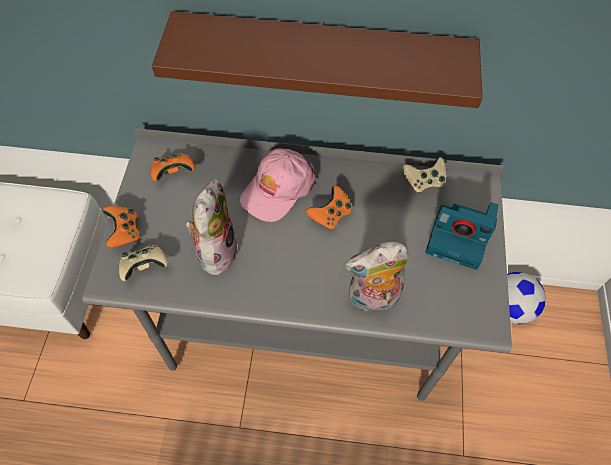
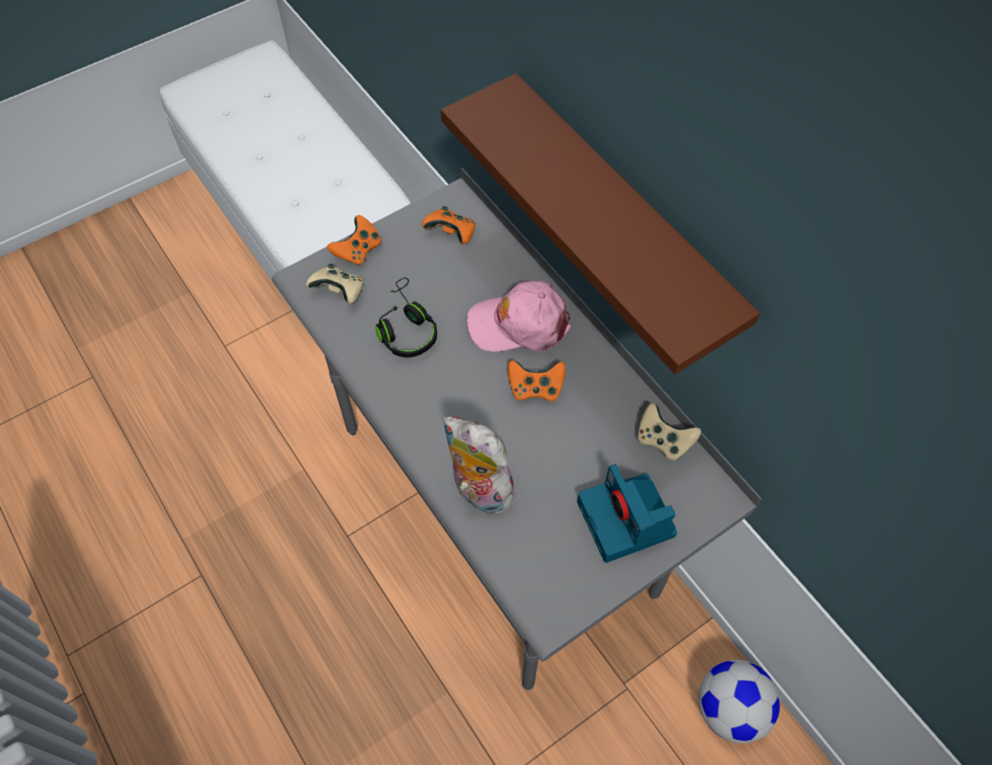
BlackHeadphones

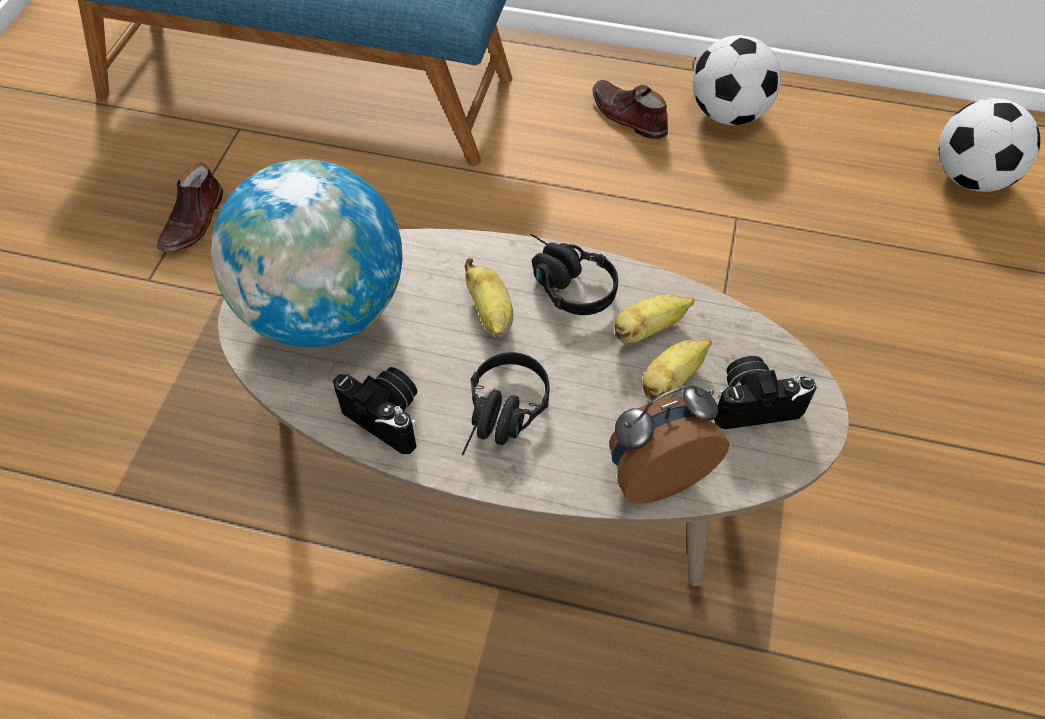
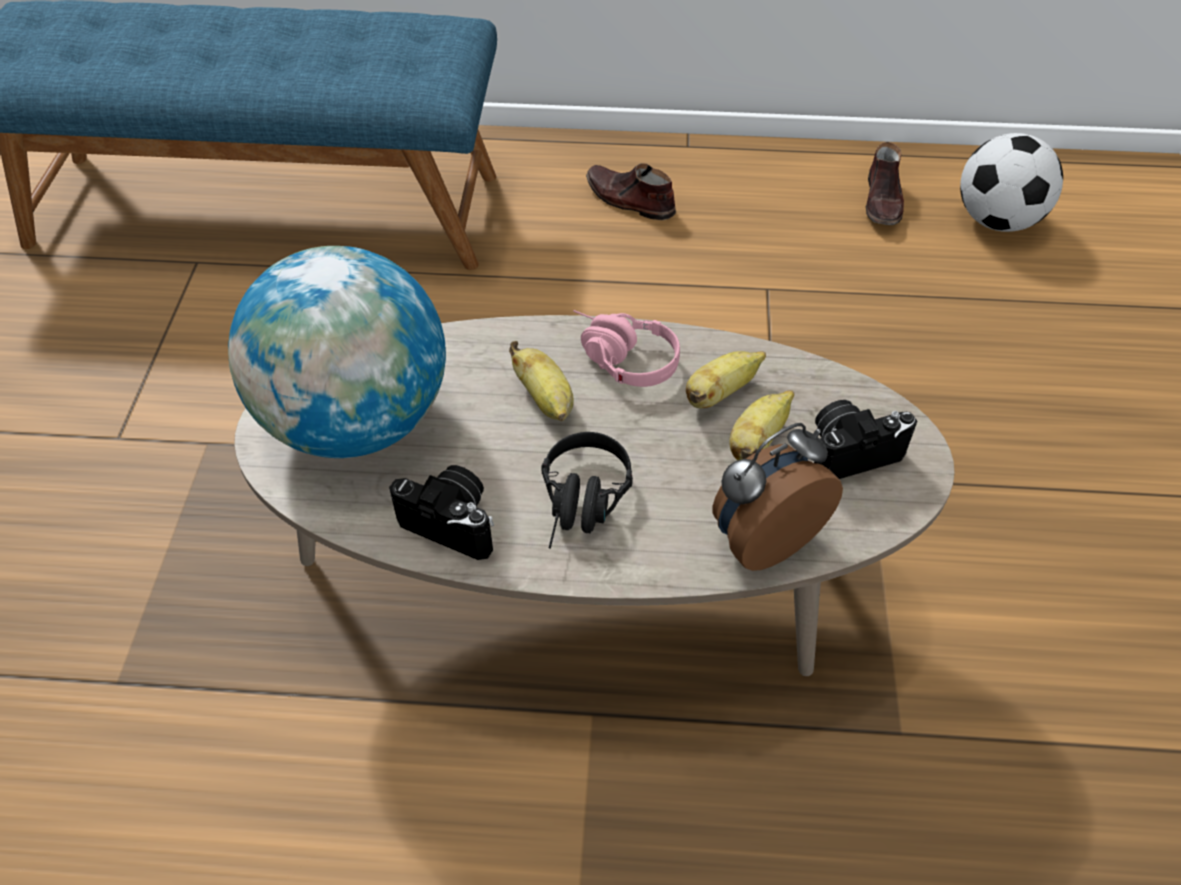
Football (no. 1 from left in the first image)
BrownShoe (no. 2 from left)
PinkHeadphones

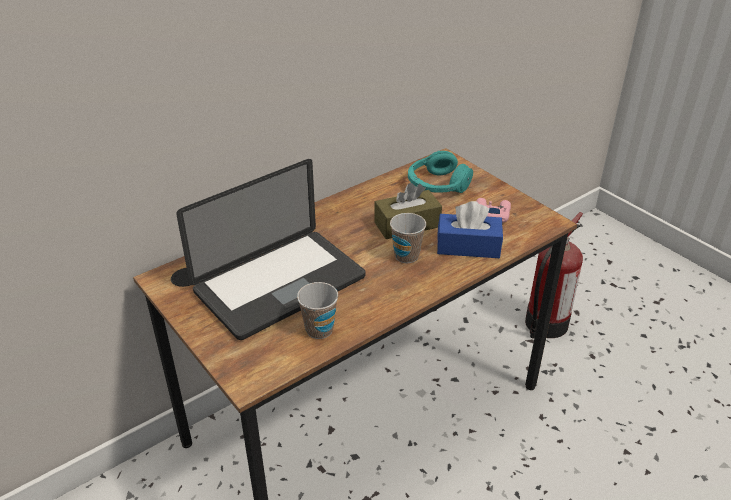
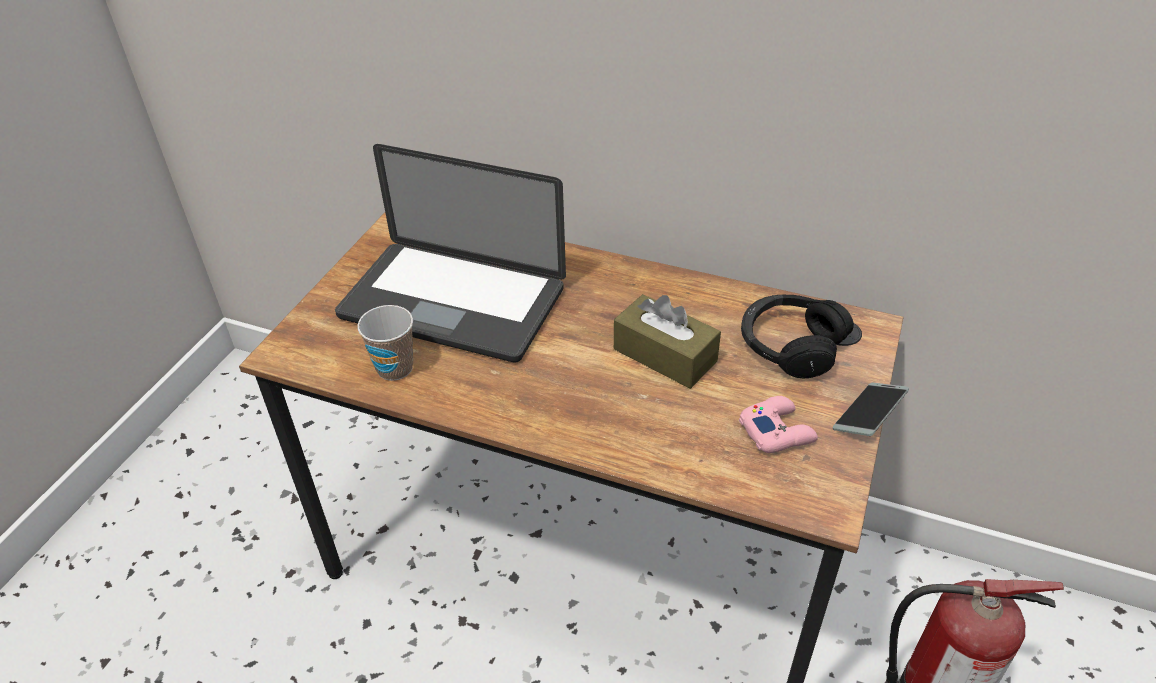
BlackHeadphones
BlueTissueBox
Cup (no. 2 from left in the first image)
Phone

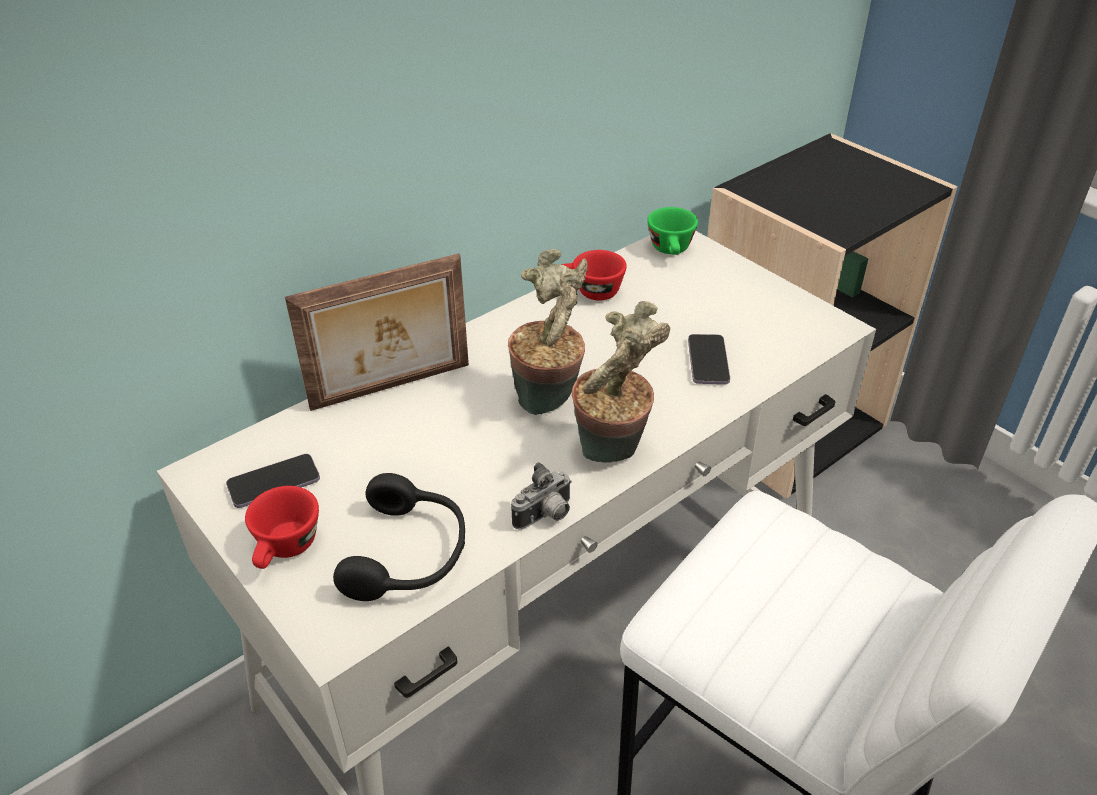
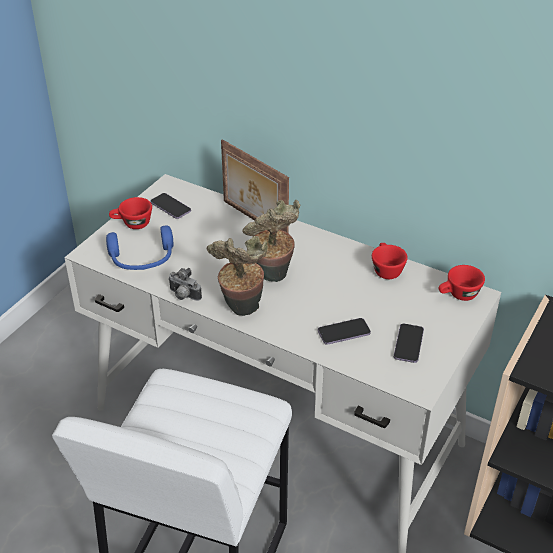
RedCup (no. 3 from left)
BlueHeadphones
Phone (no. 3 from left)

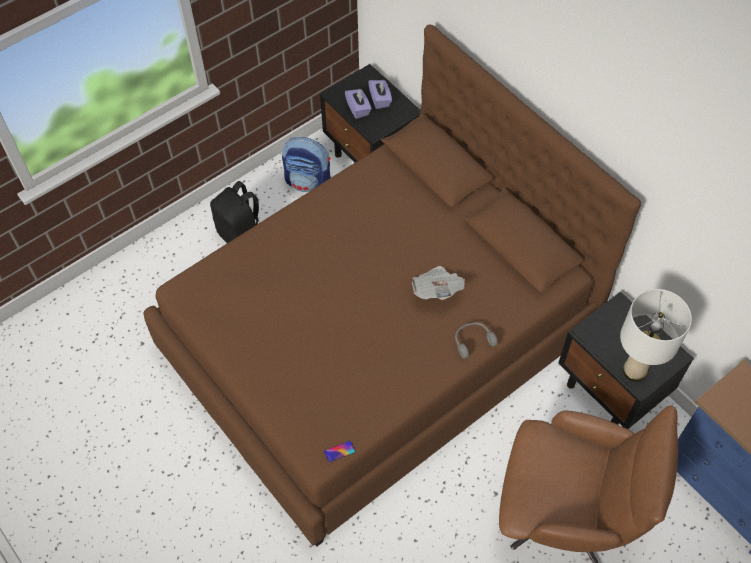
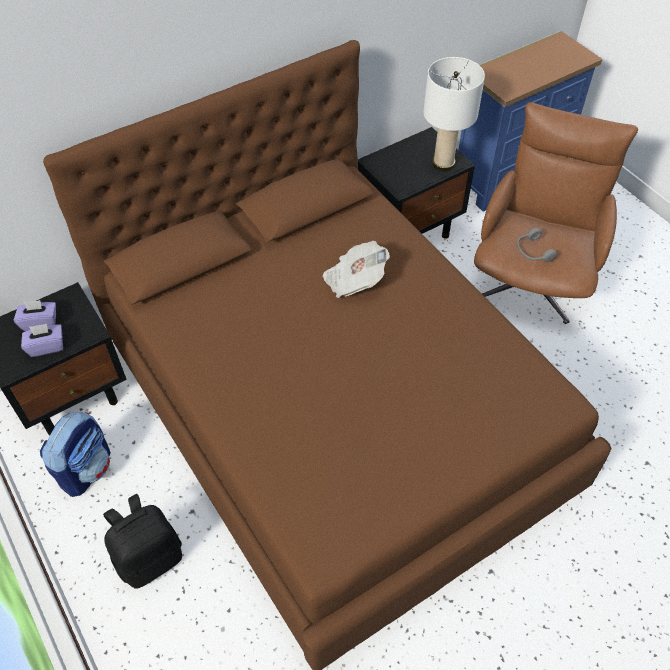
GreyHeadphones
Phone

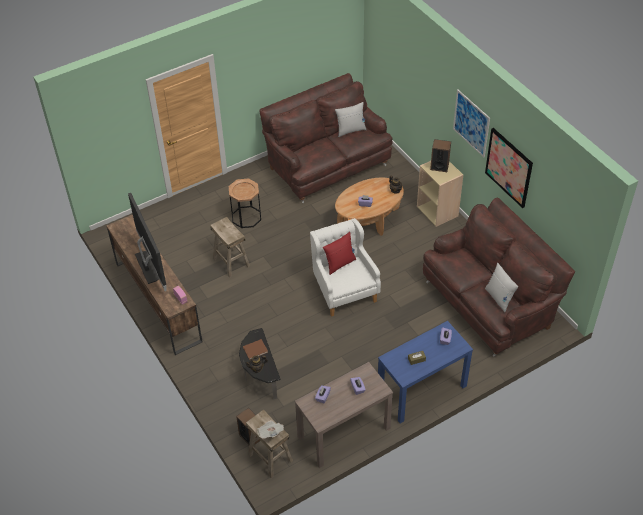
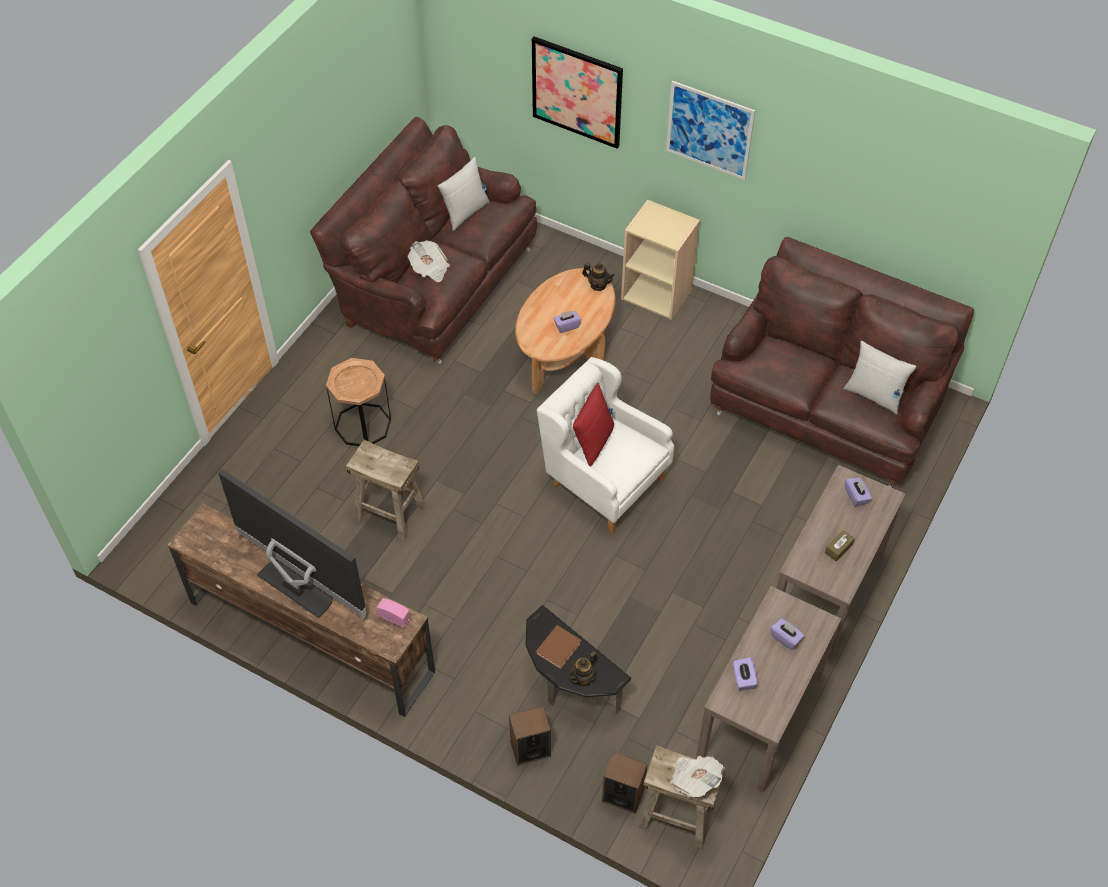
Picture (no. 1 from left)
Speaker (no. 1 from left)
BrownConsoleTable (no. 2 from left)
Newspaper (no. 1 from left)

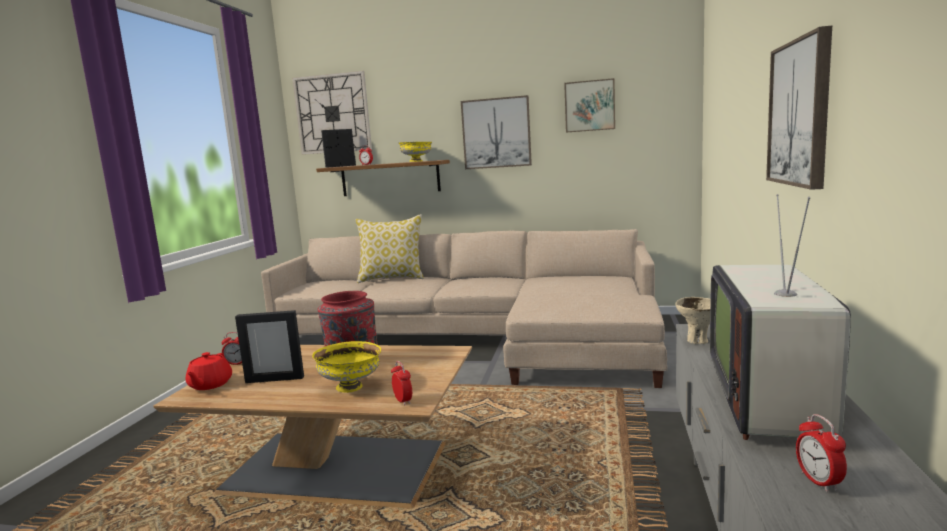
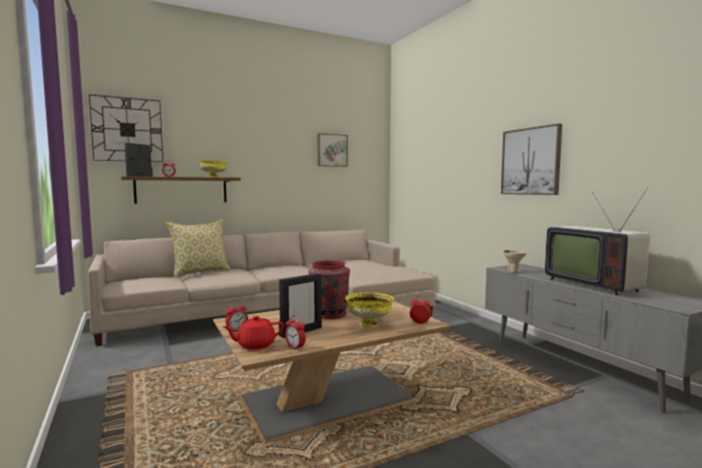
Picture (no. 1 from left in the first image)
RedTeapot
AlarmClock (no. 3 from left)

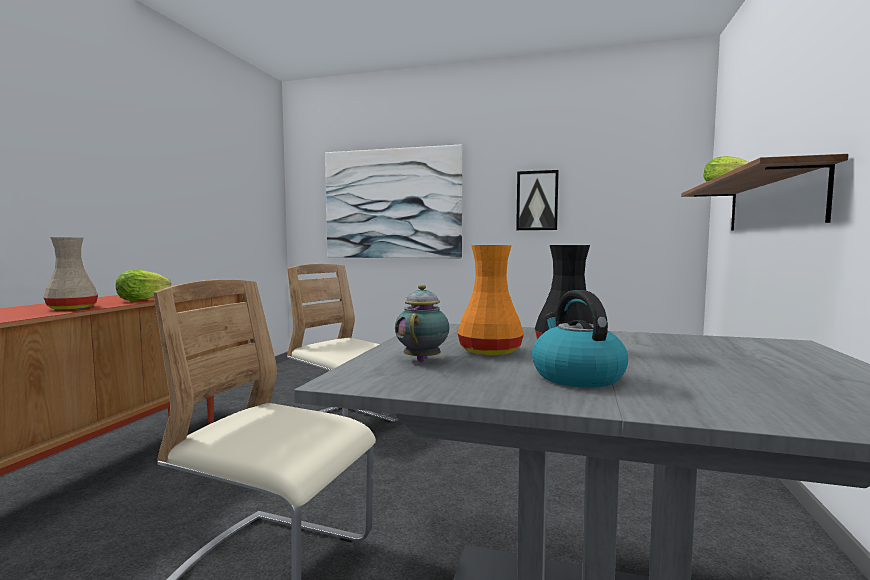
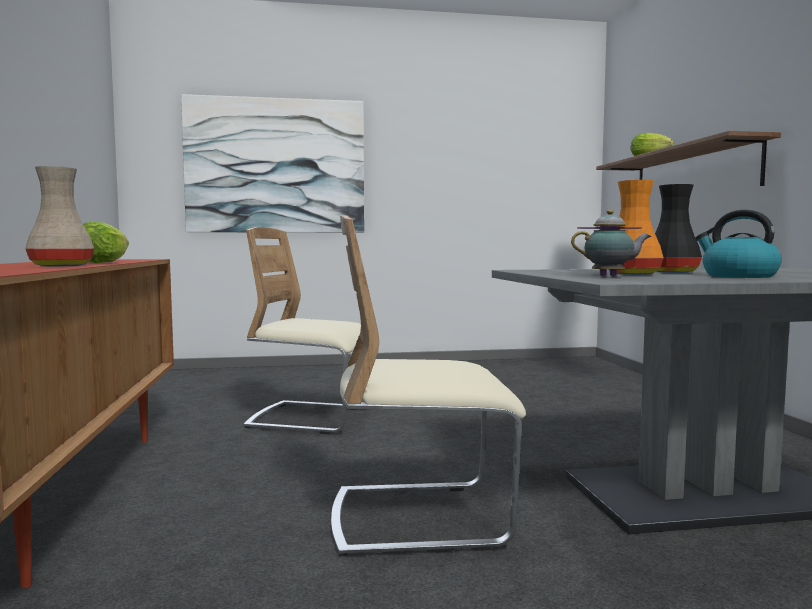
Picture (no. 2 from left in the first image)
Teapot

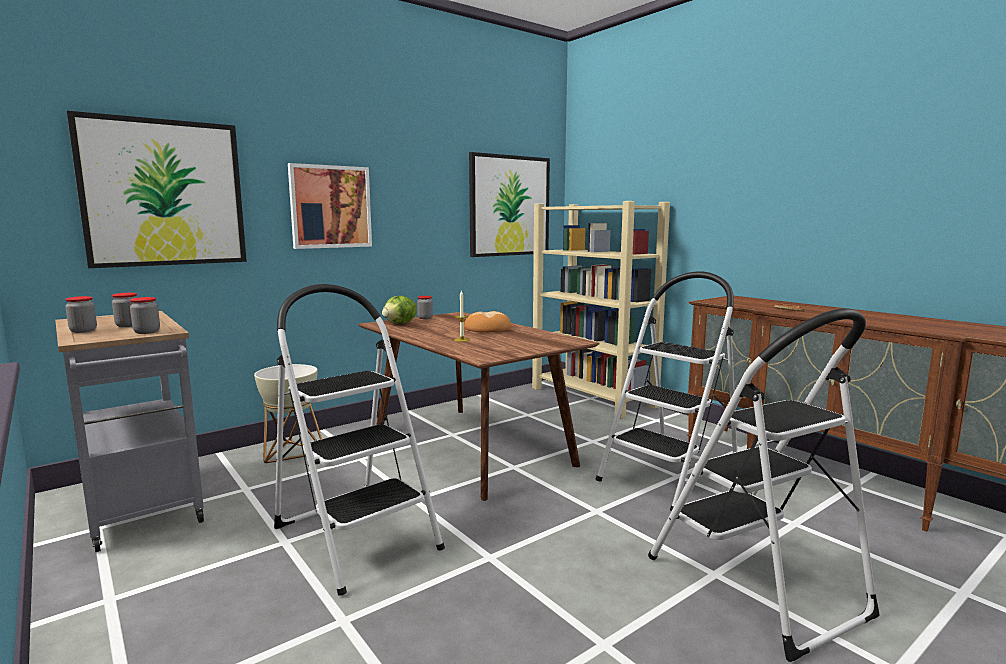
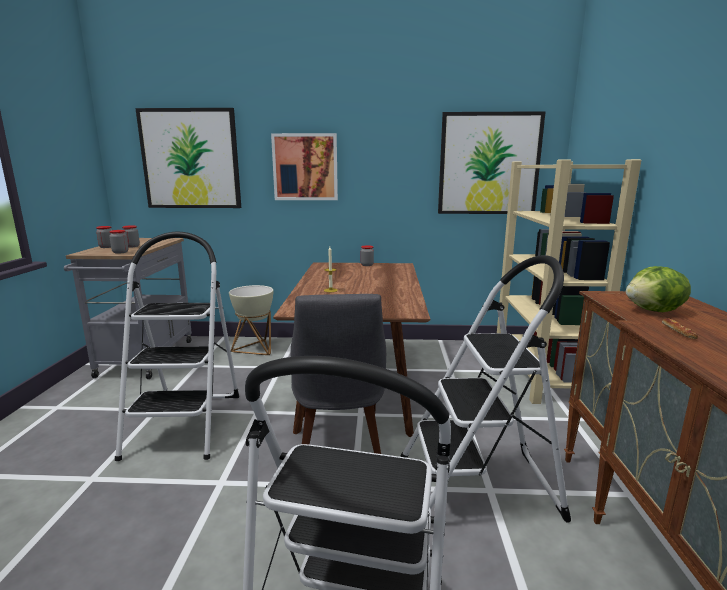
Lettuce
Bread (no. 1 from left in the first image)
GreyChair

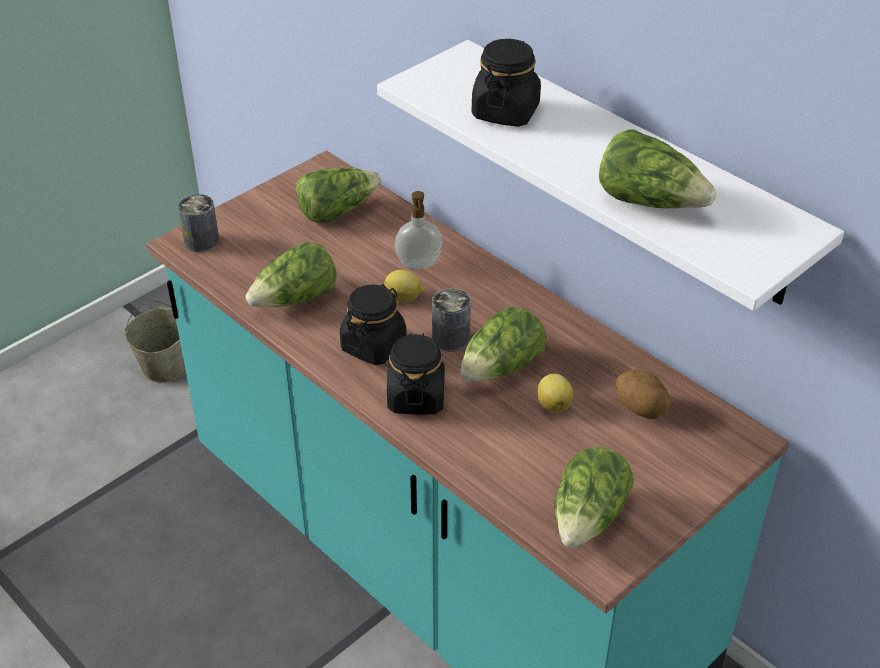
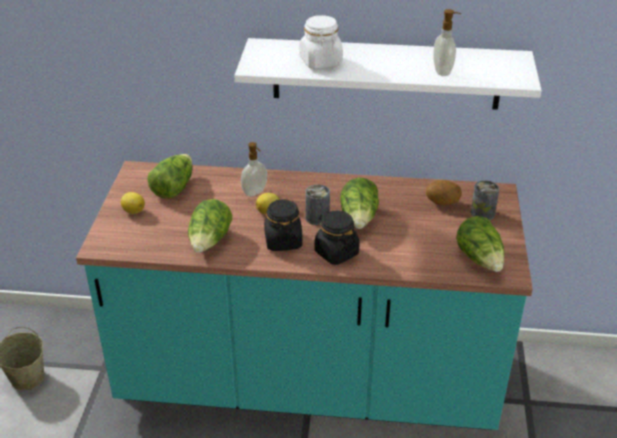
WhiteJar
SoapDispenser (no. 2 from left)
Can (no. 2 from left)
Lemon (no. 1 from left)

